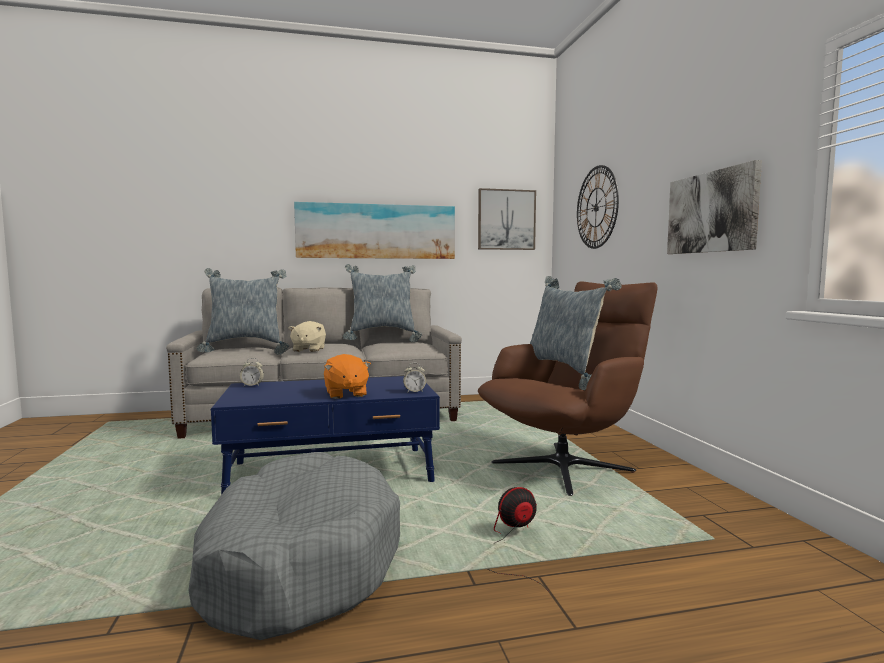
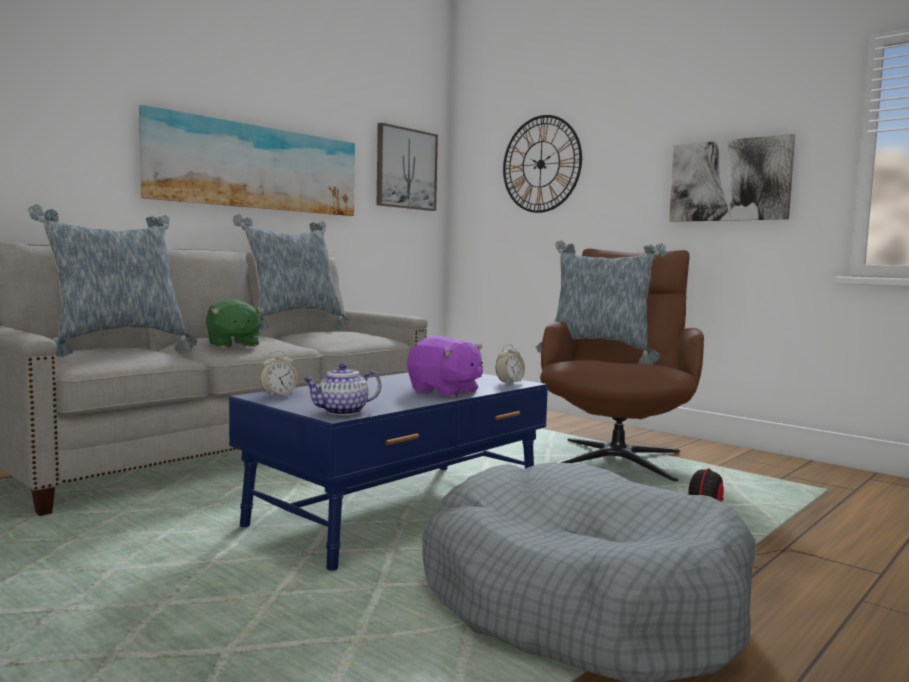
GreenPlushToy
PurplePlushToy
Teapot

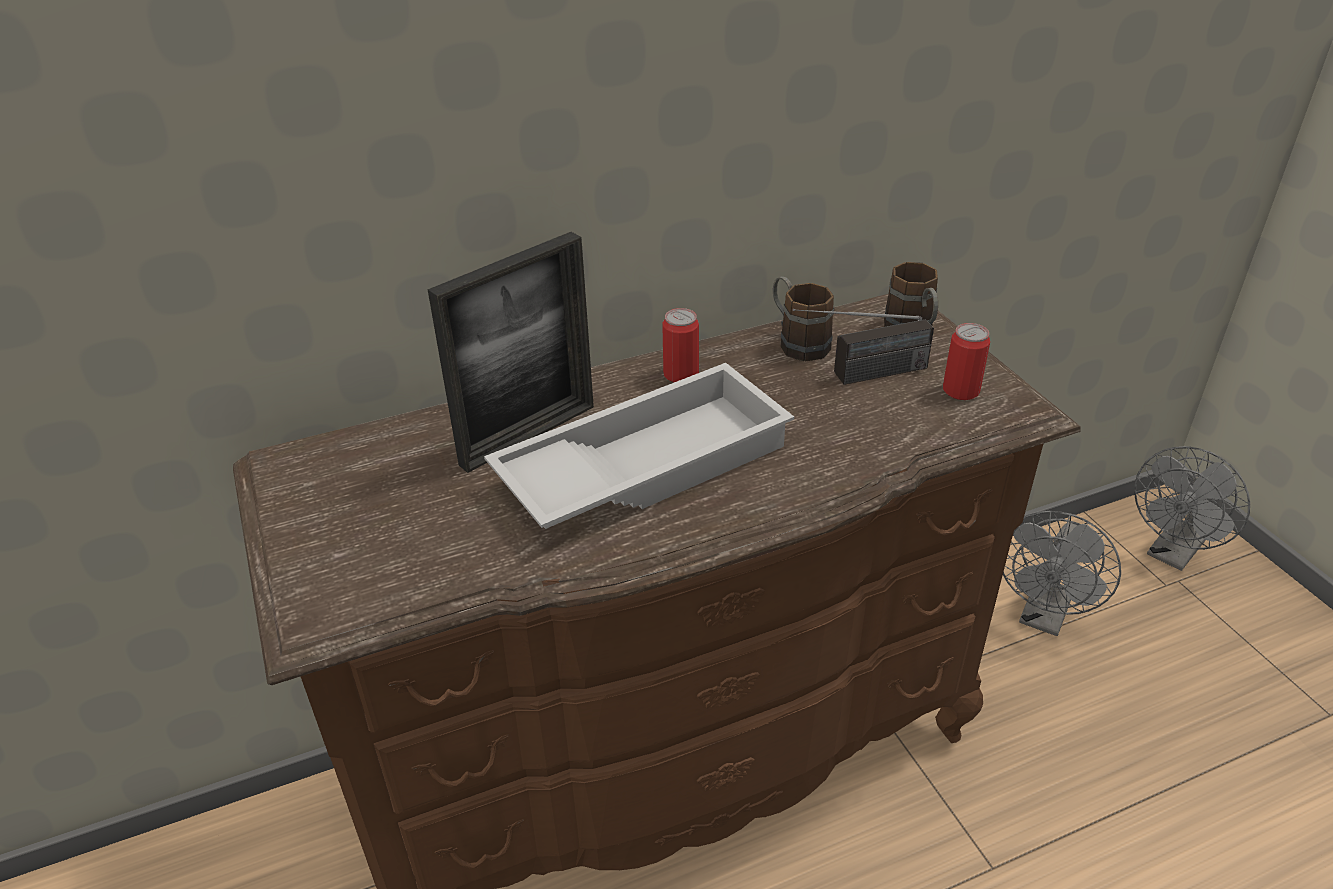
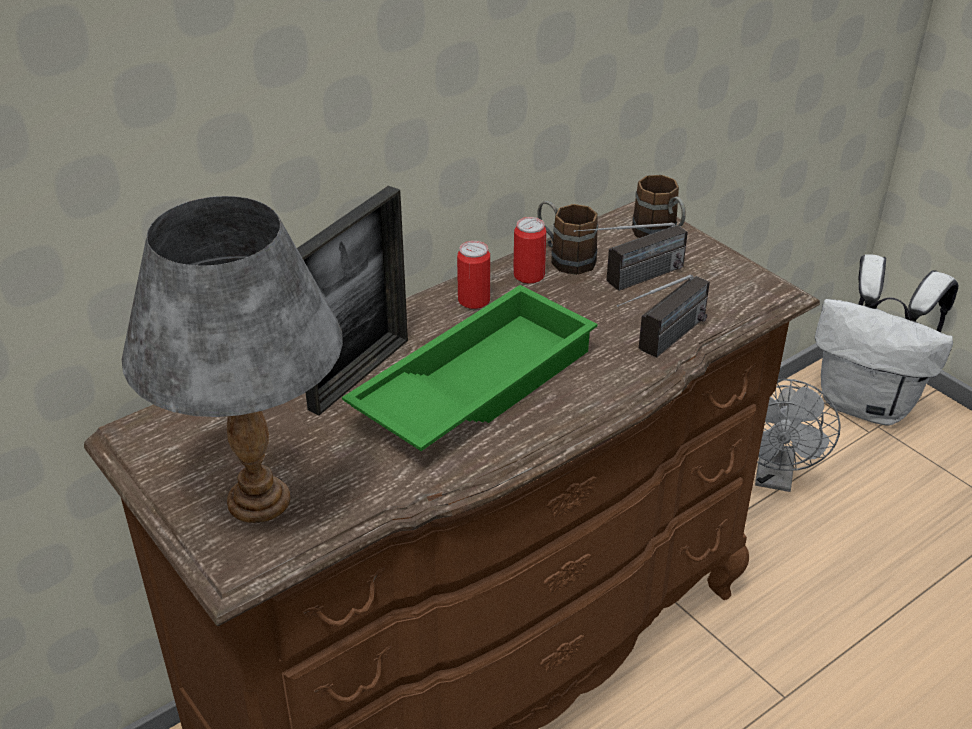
Can (no. 2 from left)
GreenTray
WhiteBackpack
GreyTableLamp
Radio (no. 2 from left)

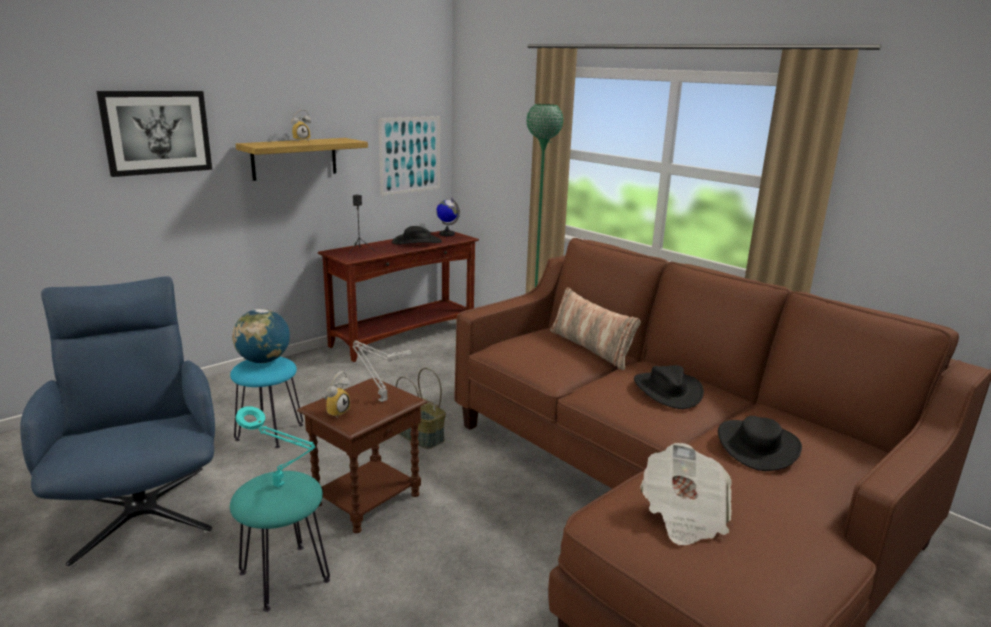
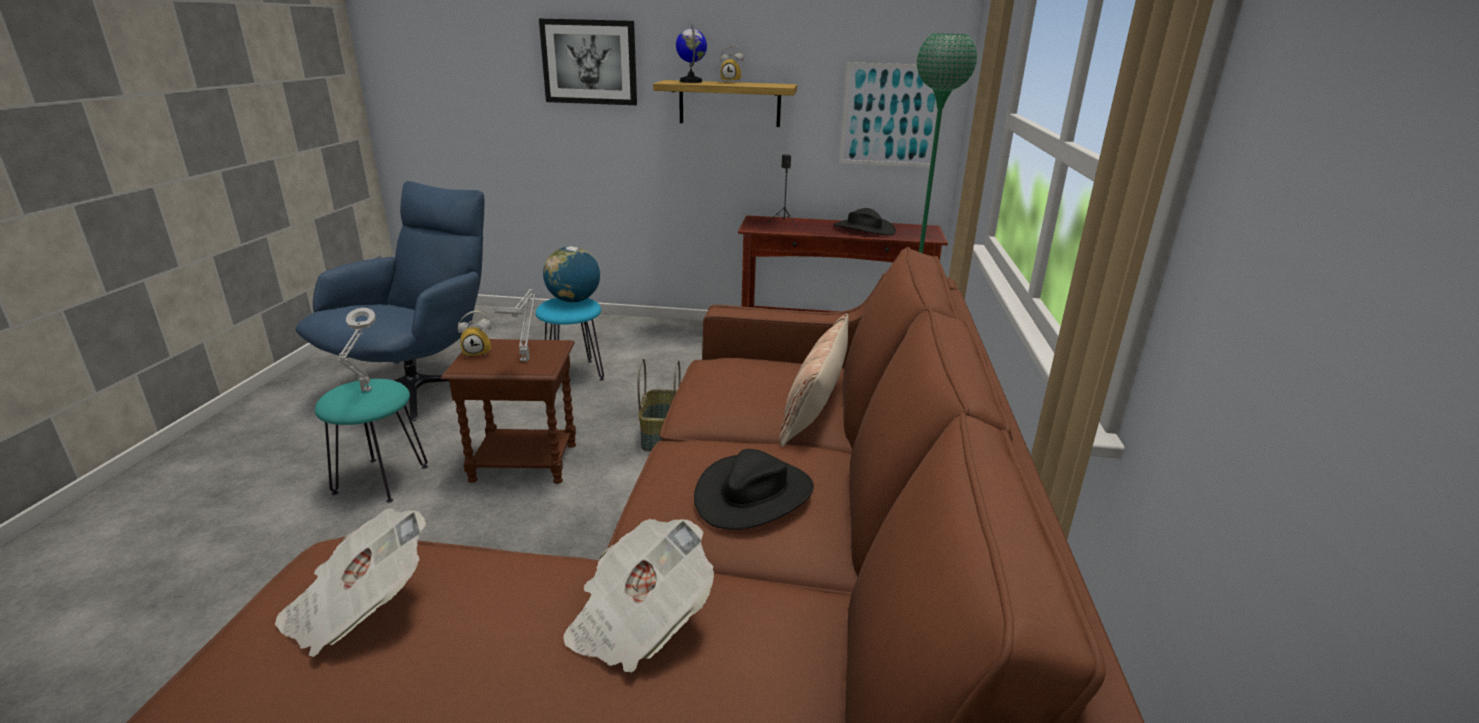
Globe (no. 2 from left)
GreyTableLamp (no. 1 from left)
Newspaper (no. 2 from left)

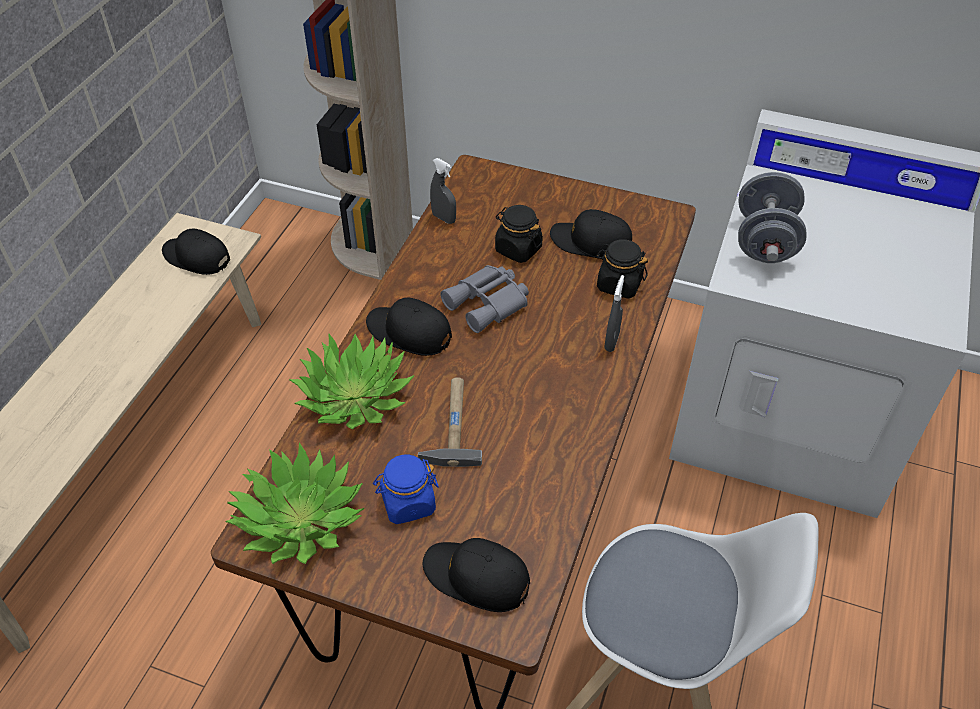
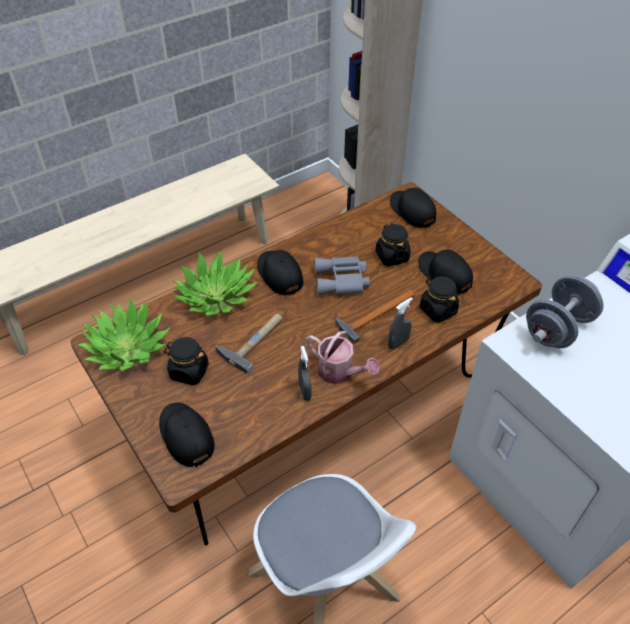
GreySprayBottle (no. 1 from left)
BlackCap (no. 3 from left)
BlackJar (no. 1 from left)
Hammer (no. 2 from left)
WateringCan

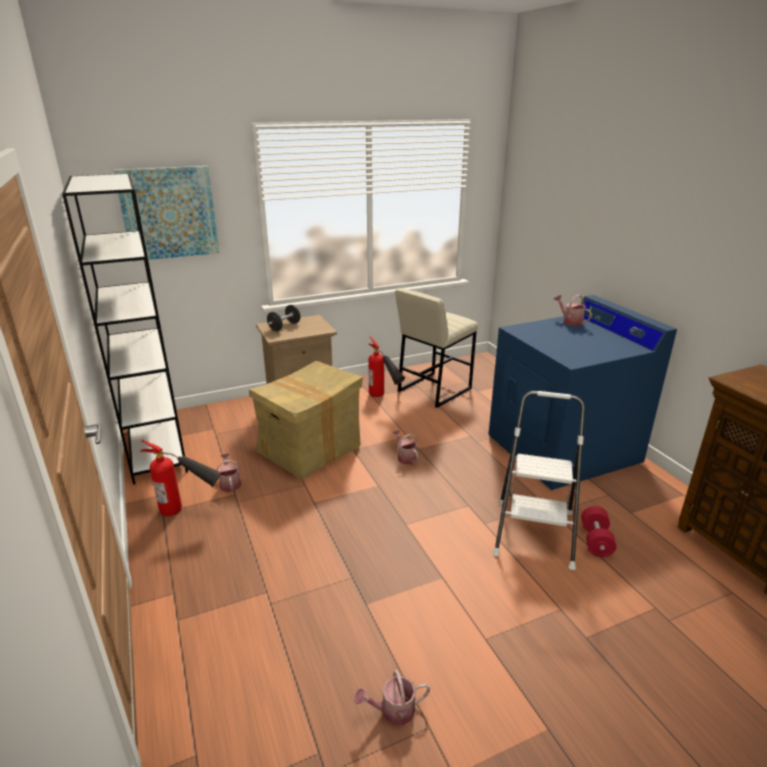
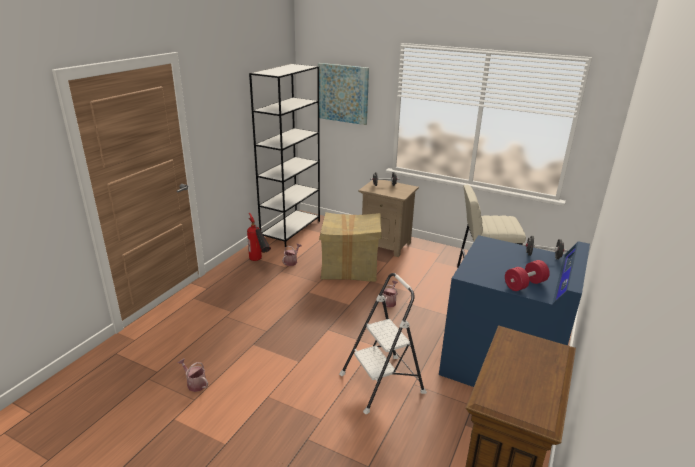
BlackDumbbell (no. 2 from left)
FireExtinguisher (no. 2 from left in the first image)
RedDumbbell

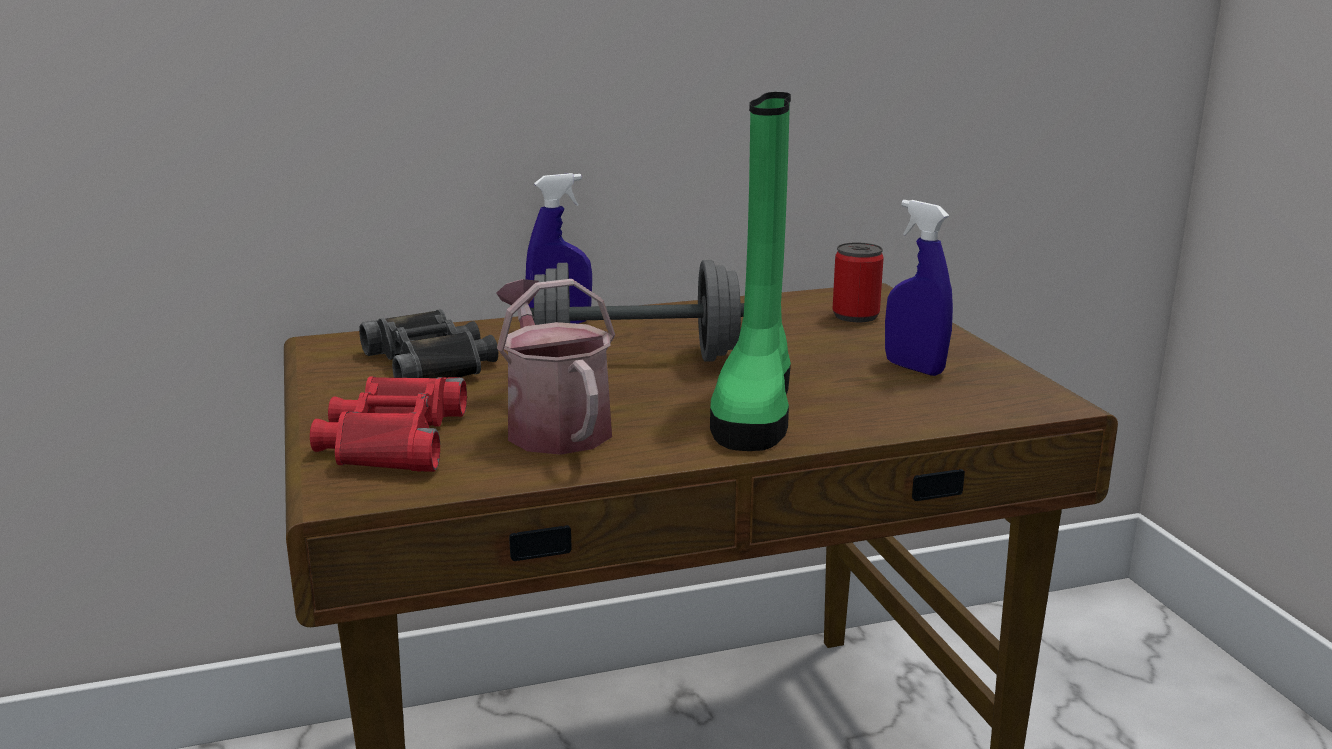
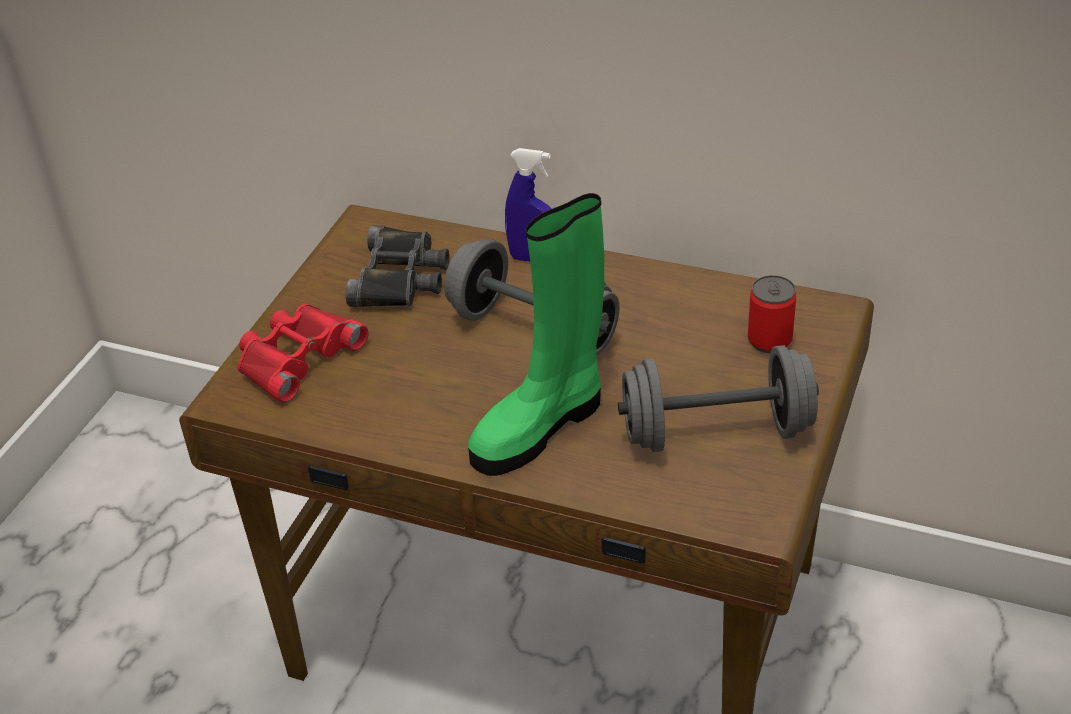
GreyDumbbell (no. 2 from left)
WateringCan

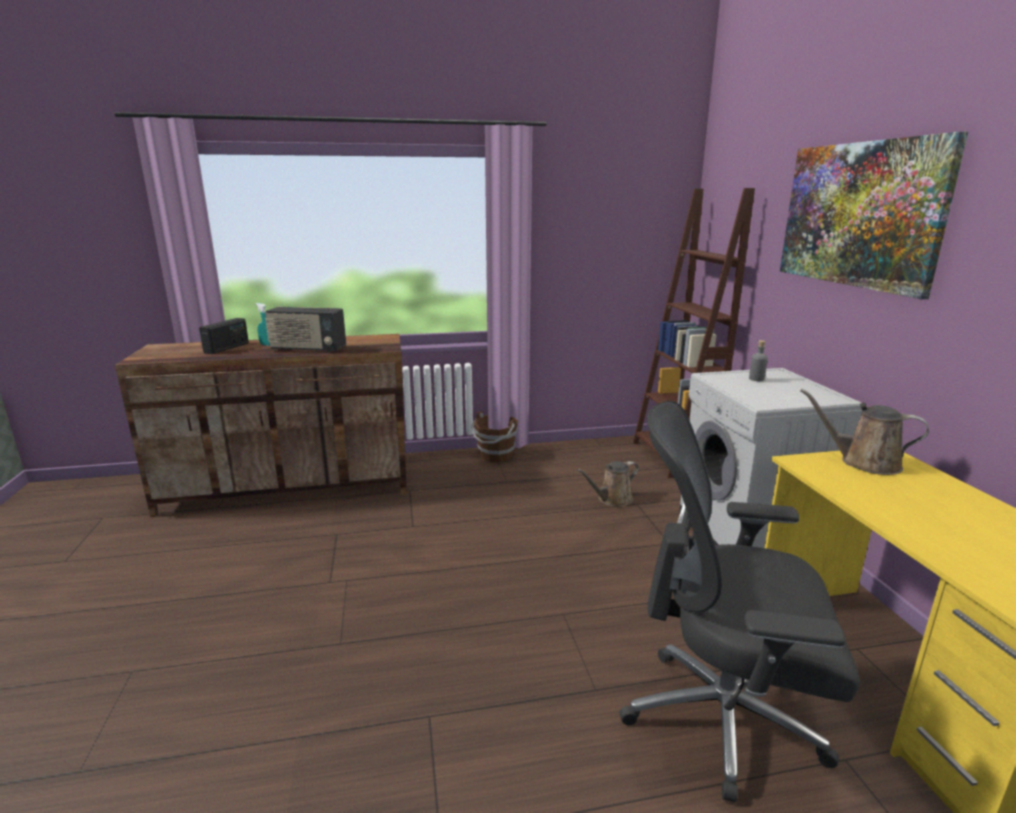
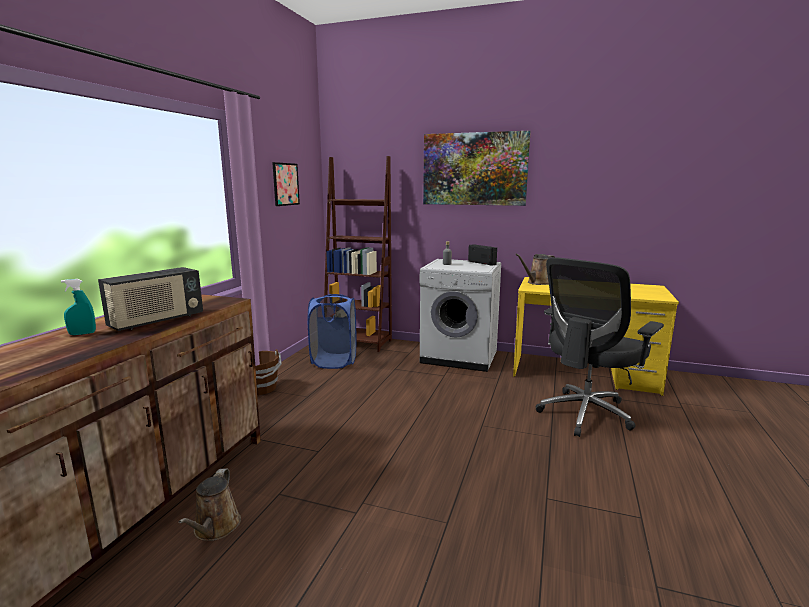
Radio (no. 2 from left)
BrownWateringCan (no. 1 from left)
Picture (no. 1 from left)
BlueLaundryBasket

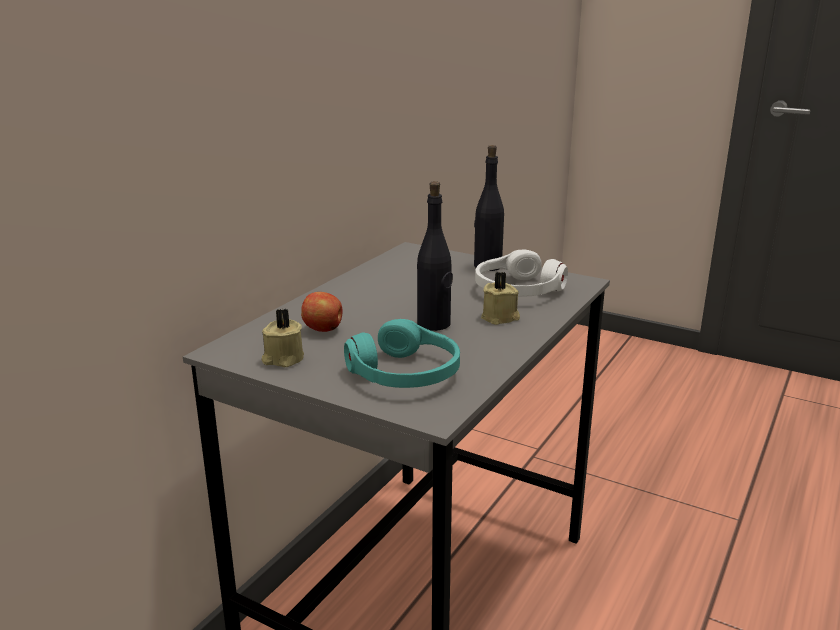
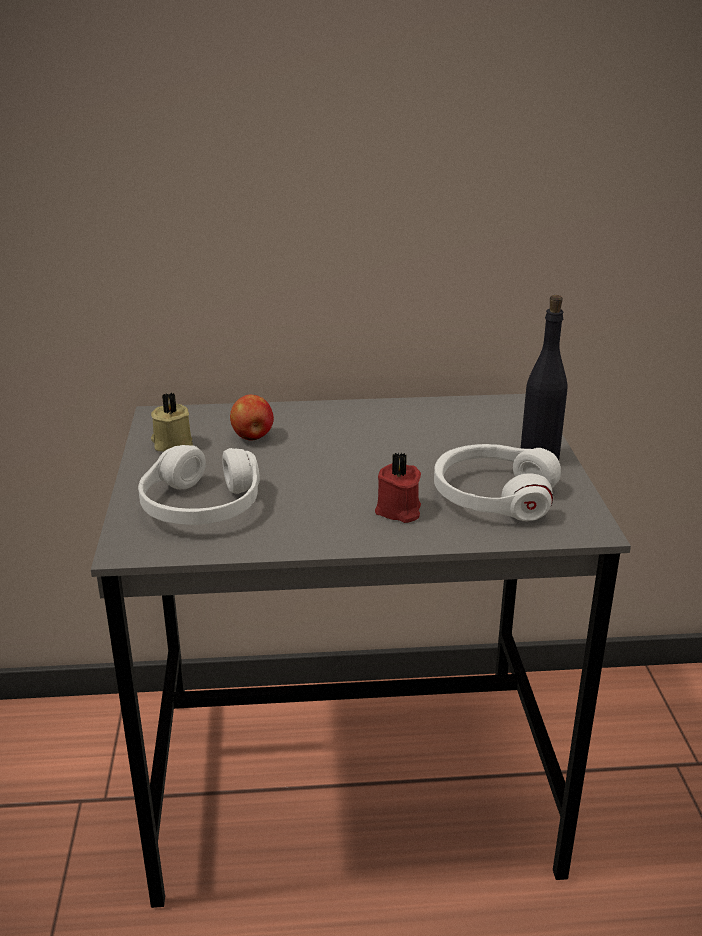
BlackBottle (no. 1 from left in the first image)
RedCandle
WhiteHeadphones (no. 1 from left)

